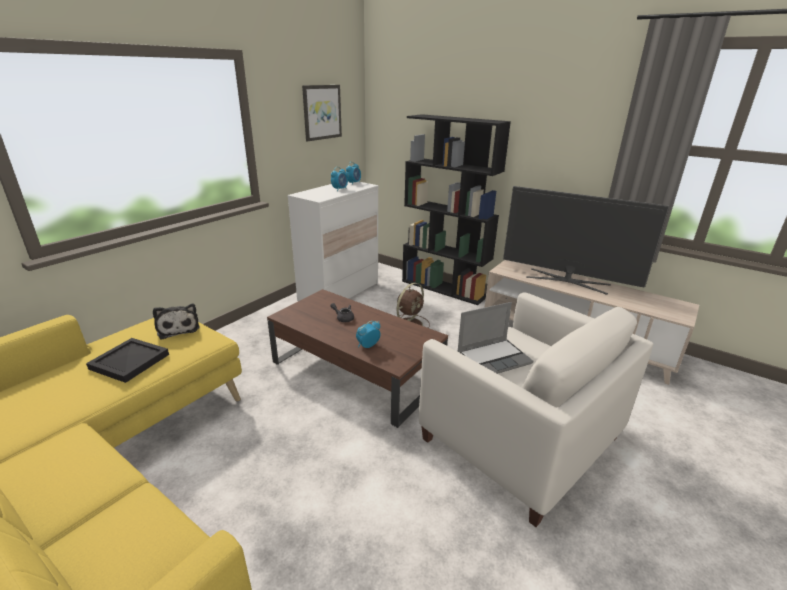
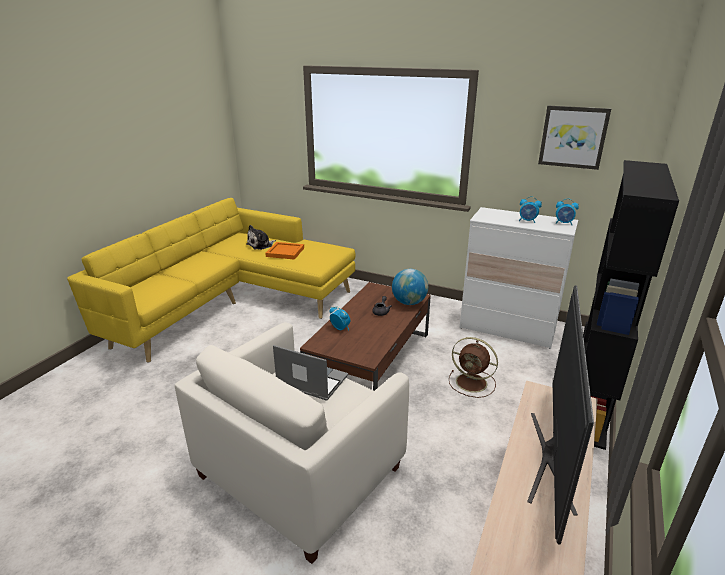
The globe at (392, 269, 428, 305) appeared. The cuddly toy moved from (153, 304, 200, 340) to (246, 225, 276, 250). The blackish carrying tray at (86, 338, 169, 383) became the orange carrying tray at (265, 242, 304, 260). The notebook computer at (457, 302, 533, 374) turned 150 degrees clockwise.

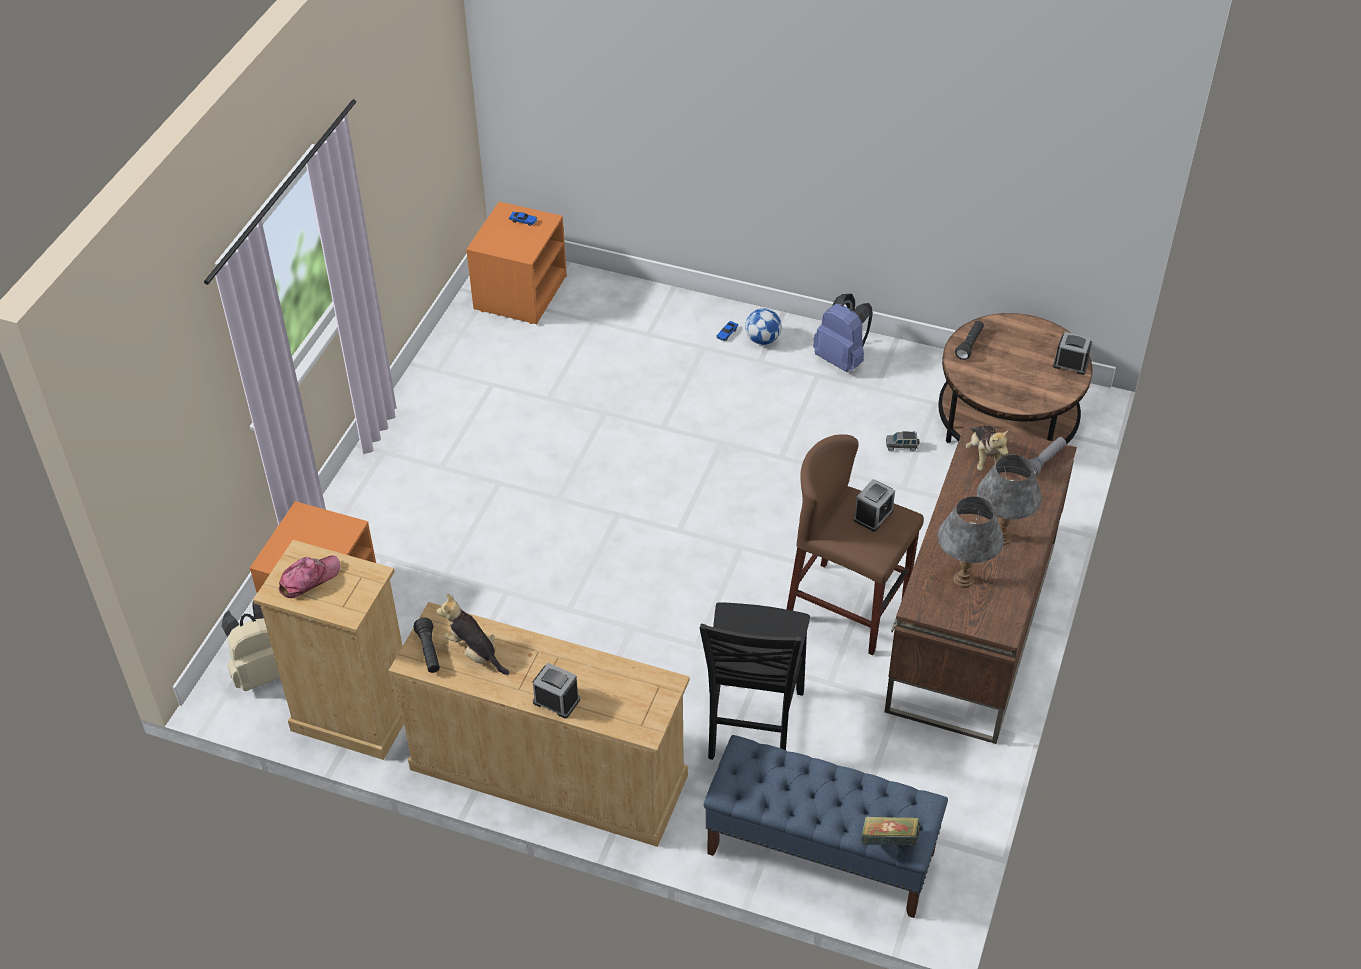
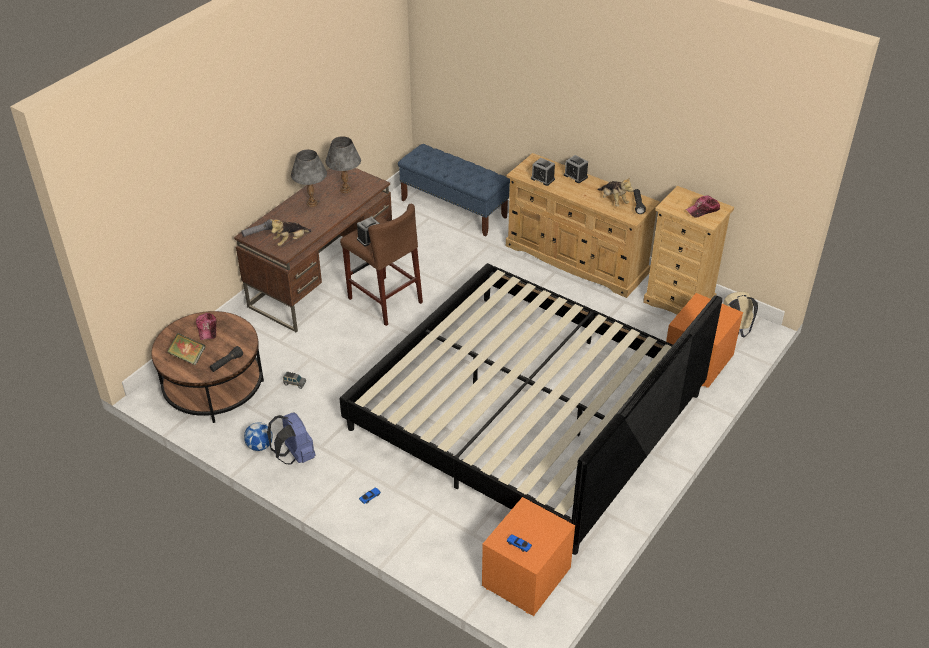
The blackish upright chair at (700, 602, 810, 760) disappeared. The peaked cap at (196, 313, 216, 340) appeared. The bedroom bed at (340, 263, 722, 555) appeared. The ball for football moved from (745, 308, 782, 345) to (244, 422, 273, 451). The volume moved from (861, 817, 920, 846) to (167, 333, 206, 366). The alarm clock moved from (1053, 332, 1092, 375) to (531, 158, 555, 186). The cuddly toy at (966, 425, 1008, 471) turned 135 degrees counterclockwise.

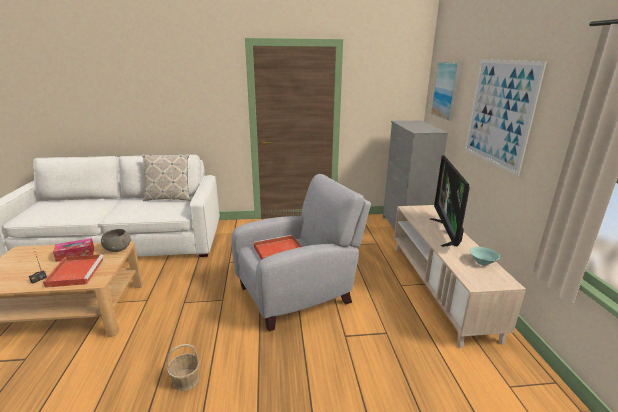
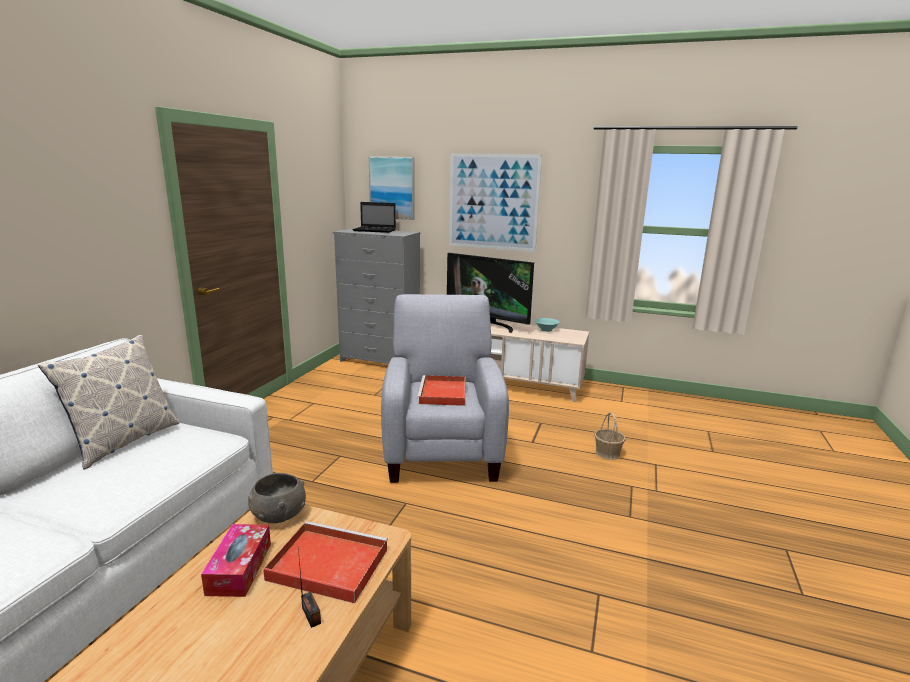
The notebook computer at (352, 202, 396, 233) appeared. The basket moved from (166, 344, 200, 391) to (594, 412, 626, 460).

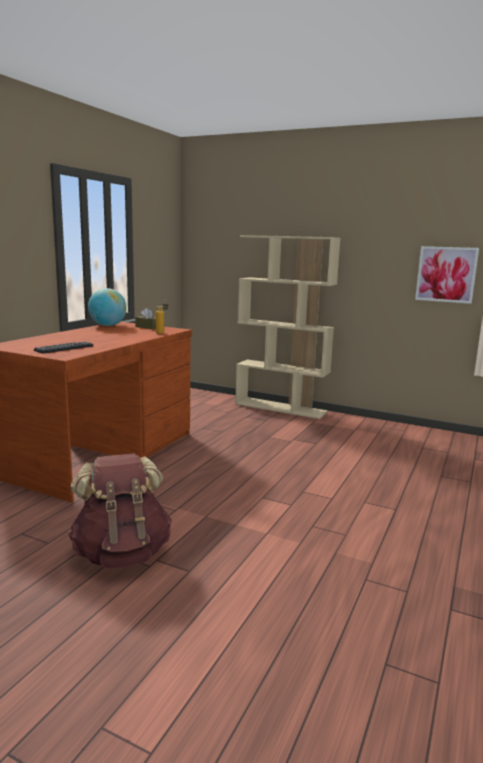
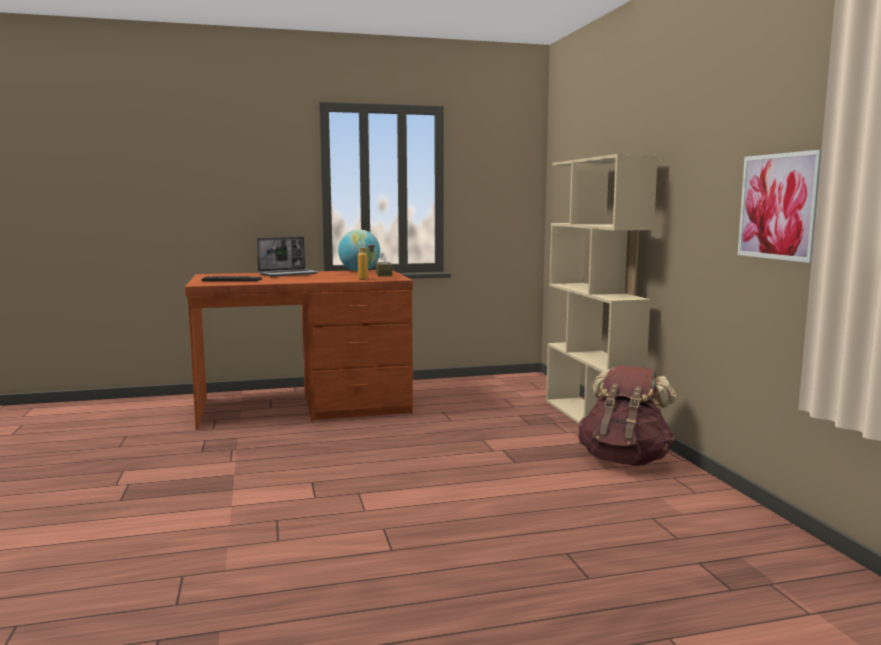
The notebook computer at (257, 237, 319, 277) appeared. The brown-coloured backpack moved from (68, 453, 172, 569) to (578, 365, 677, 466).

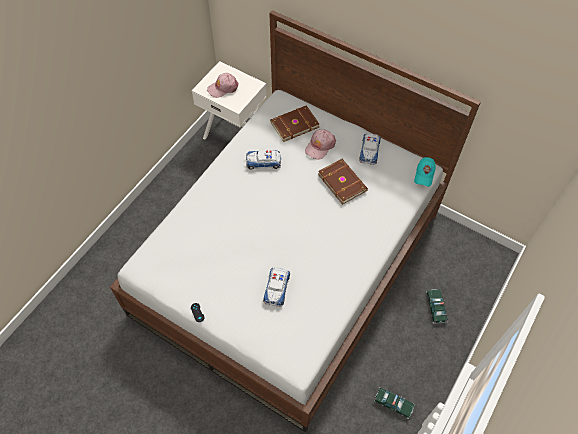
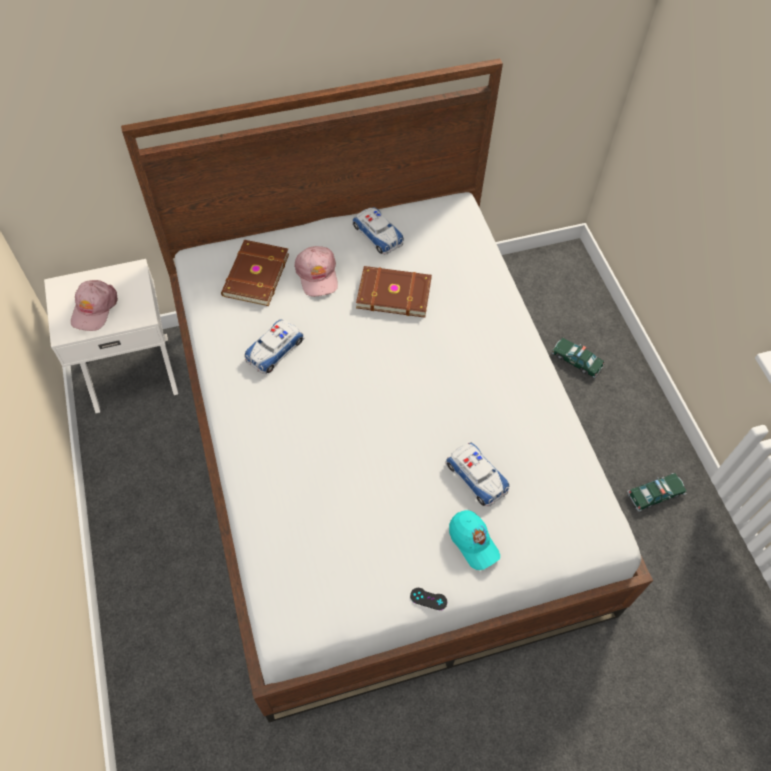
The blue-green peaked cap moved from (414, 157, 436, 187) to (449, 510, 500, 570).

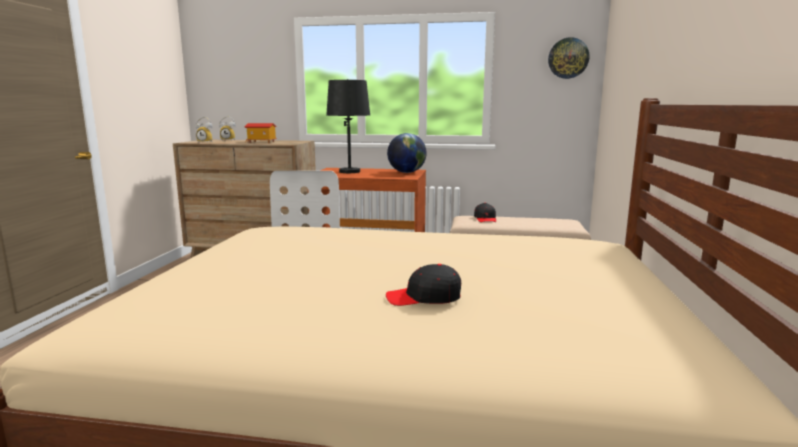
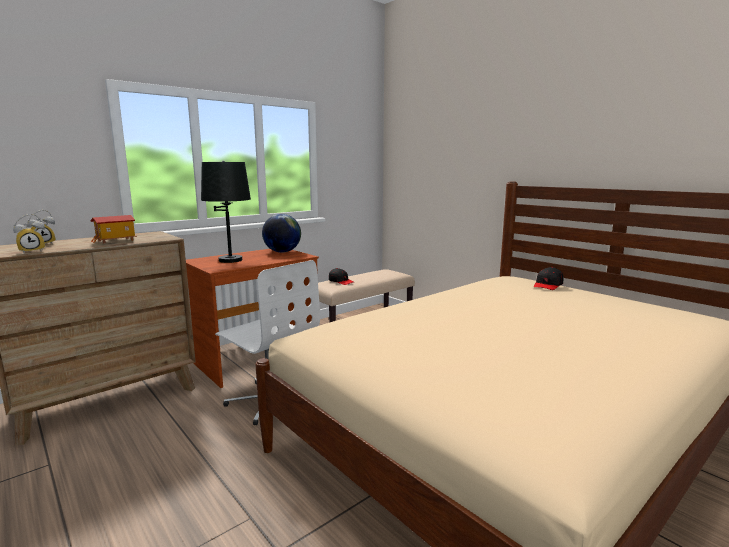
The wall clock at (548, 37, 589, 79) disappeared. The blackish peaked cap moved from (386, 264, 461, 306) to (534, 267, 564, 290).

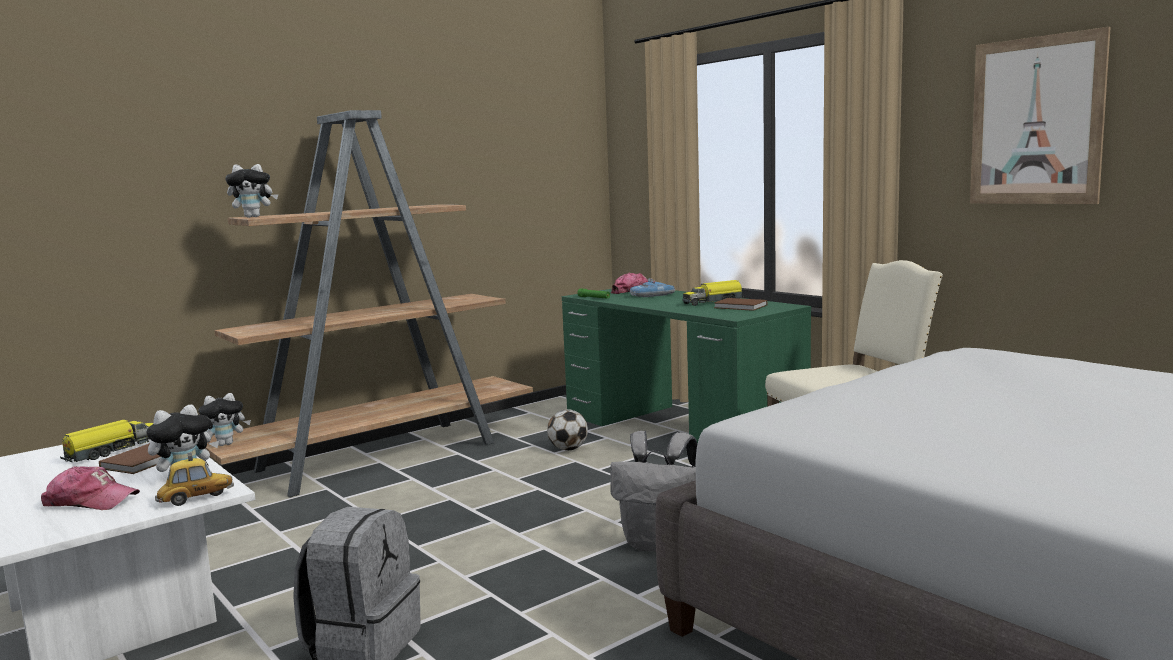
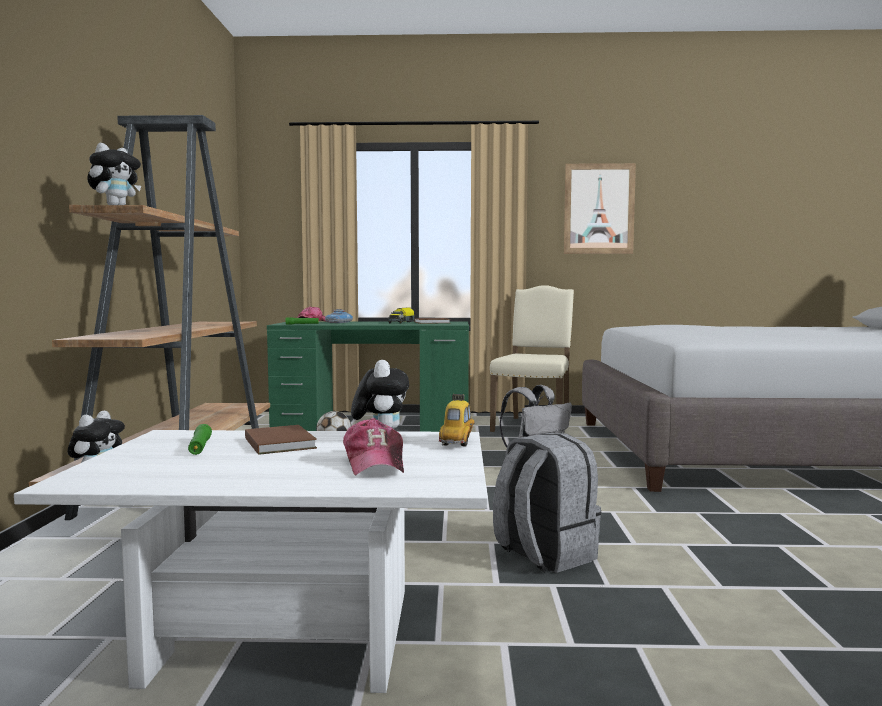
The model truck at (60, 420, 153, 462) was replaced by the greenish torch at (188, 424, 212, 455). The peaked cap at (41, 466, 140, 510) turned 120 degrees clockwise.

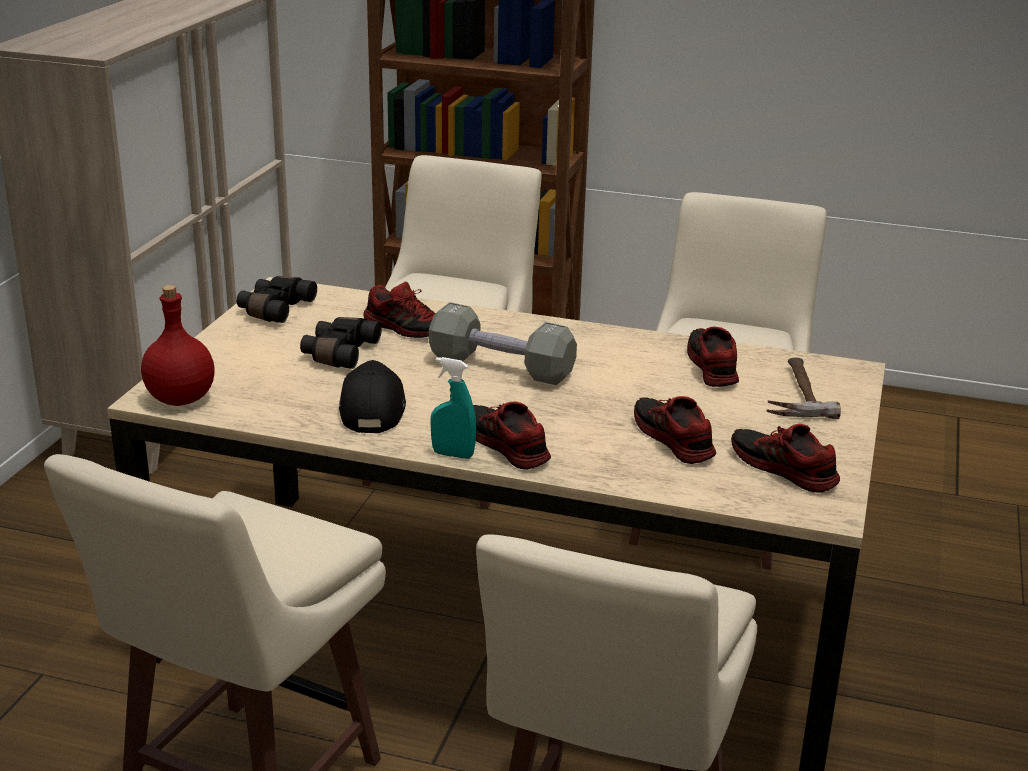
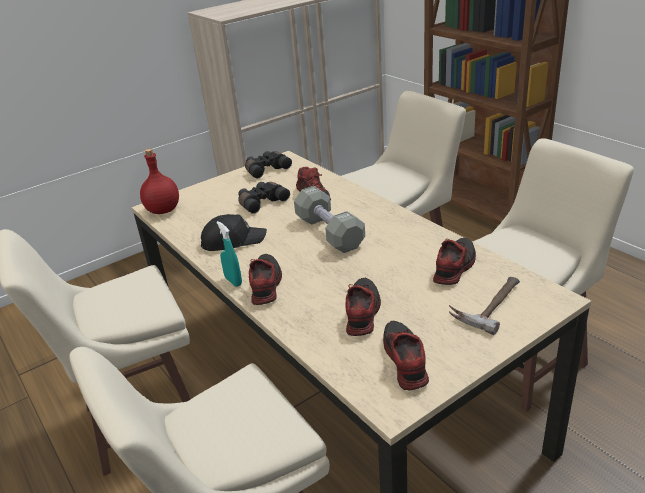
The blackish peaked cap at (339, 360, 406, 433) turned 45 degrees clockwise.

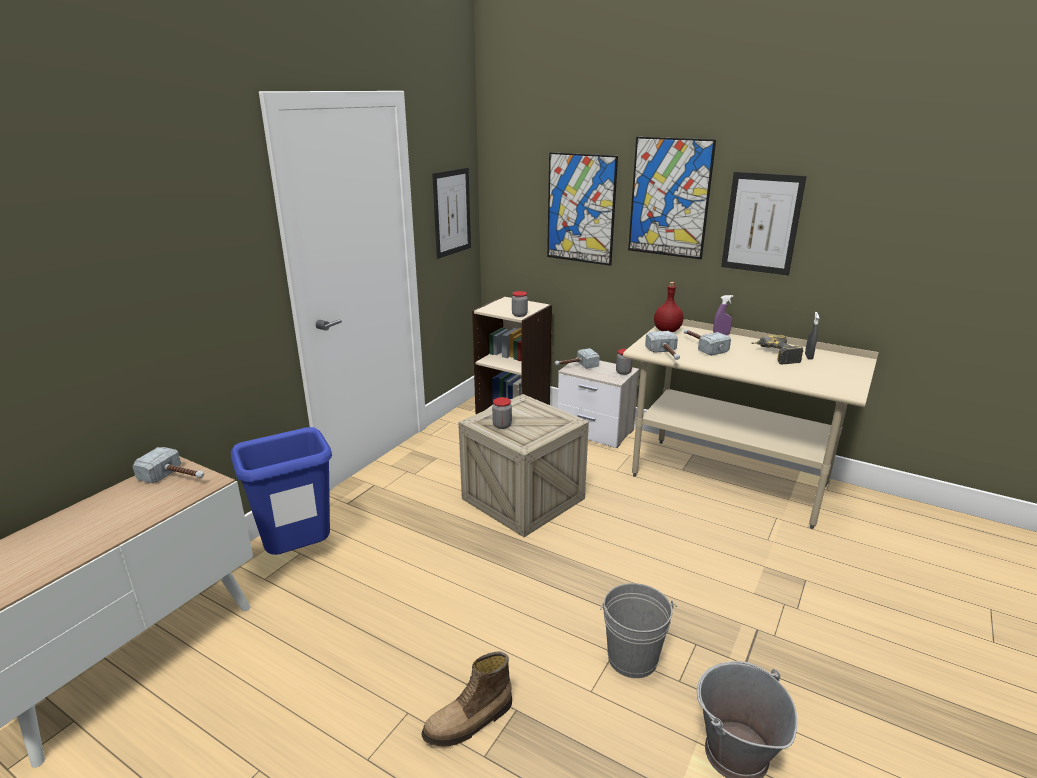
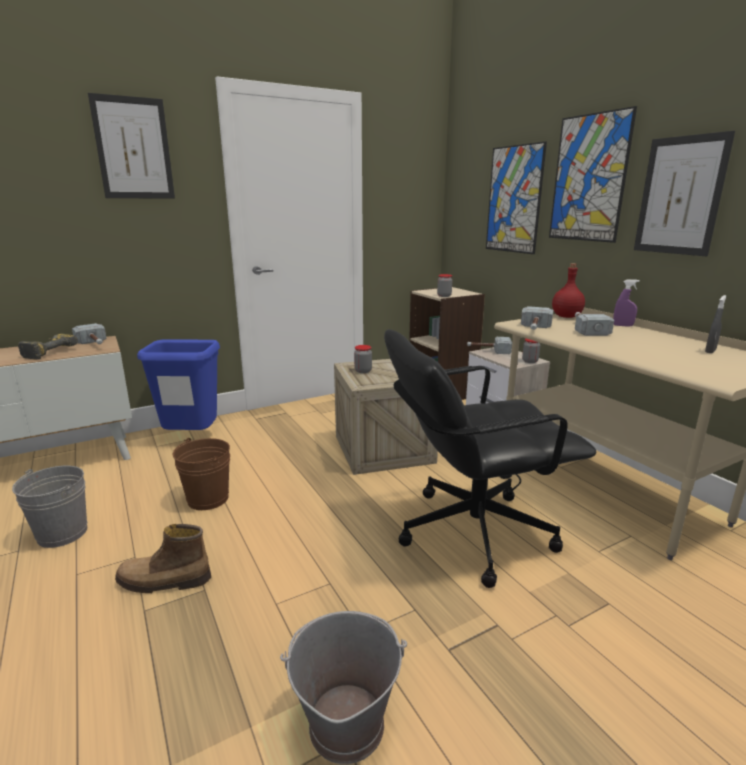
The brown-coloured bucket at (173, 438, 230, 510) appeared. The blackish office chair at (384, 329, 596, 588) appeared. The wall art moved from (432, 168, 471, 259) to (88, 93, 175, 198). The greyish bucket moved from (600, 583, 677, 678) to (12, 466, 87, 548). The electric drill moved from (751, 335, 804, 364) to (18, 334, 78, 359).

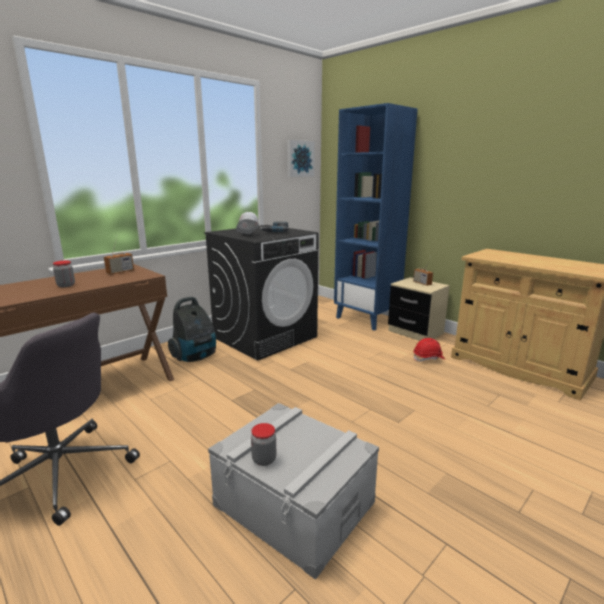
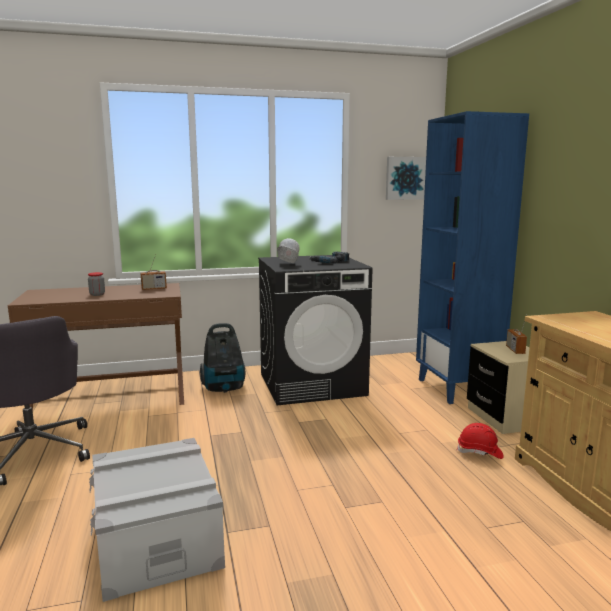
The storage jar at (251, 423, 276, 466) disappeared.

